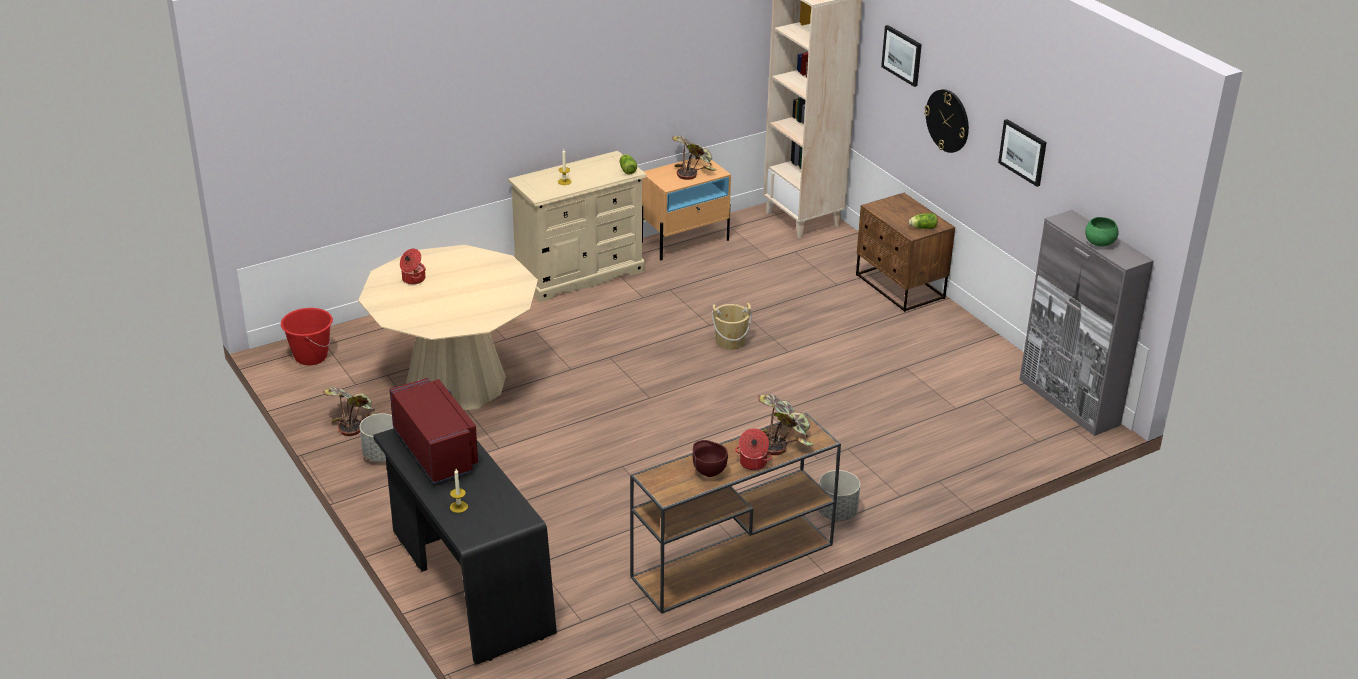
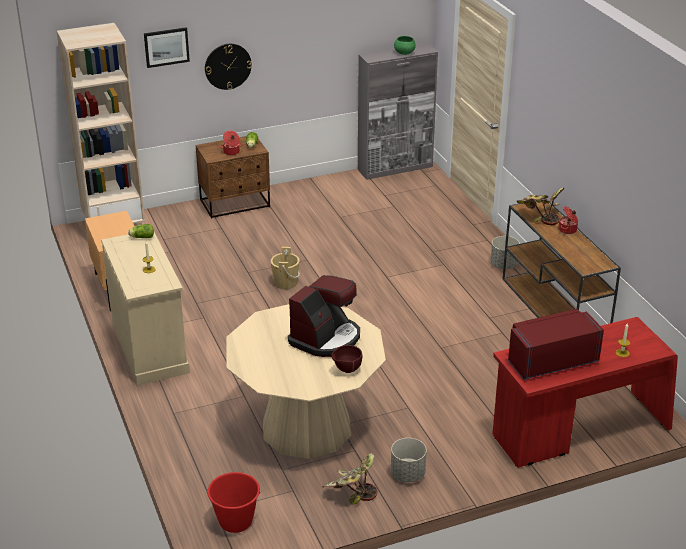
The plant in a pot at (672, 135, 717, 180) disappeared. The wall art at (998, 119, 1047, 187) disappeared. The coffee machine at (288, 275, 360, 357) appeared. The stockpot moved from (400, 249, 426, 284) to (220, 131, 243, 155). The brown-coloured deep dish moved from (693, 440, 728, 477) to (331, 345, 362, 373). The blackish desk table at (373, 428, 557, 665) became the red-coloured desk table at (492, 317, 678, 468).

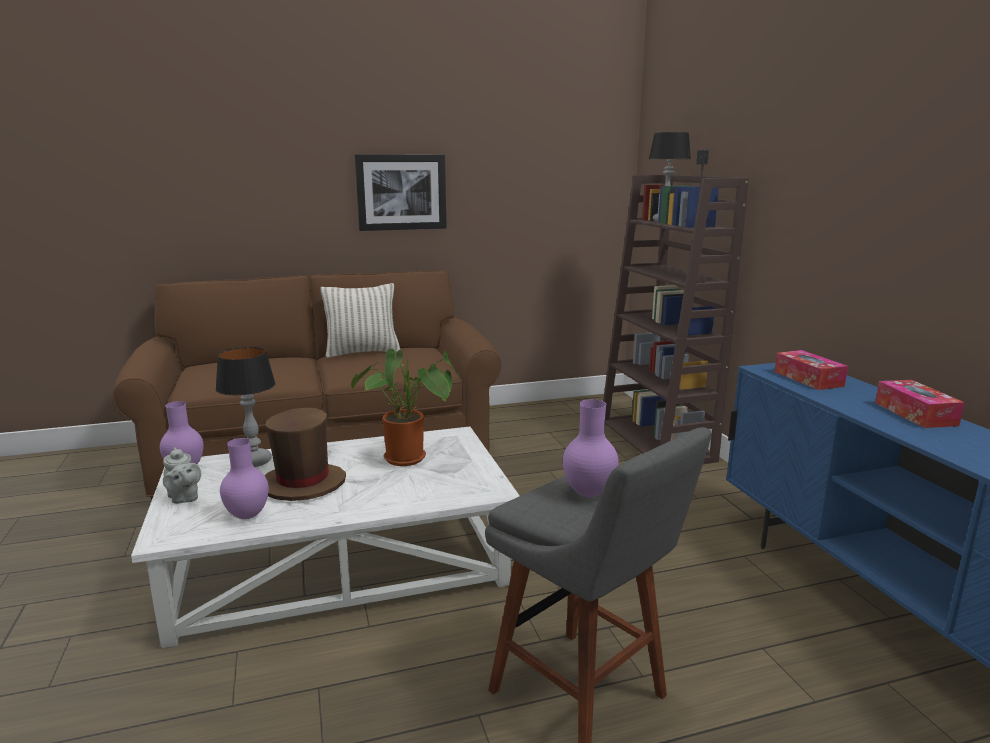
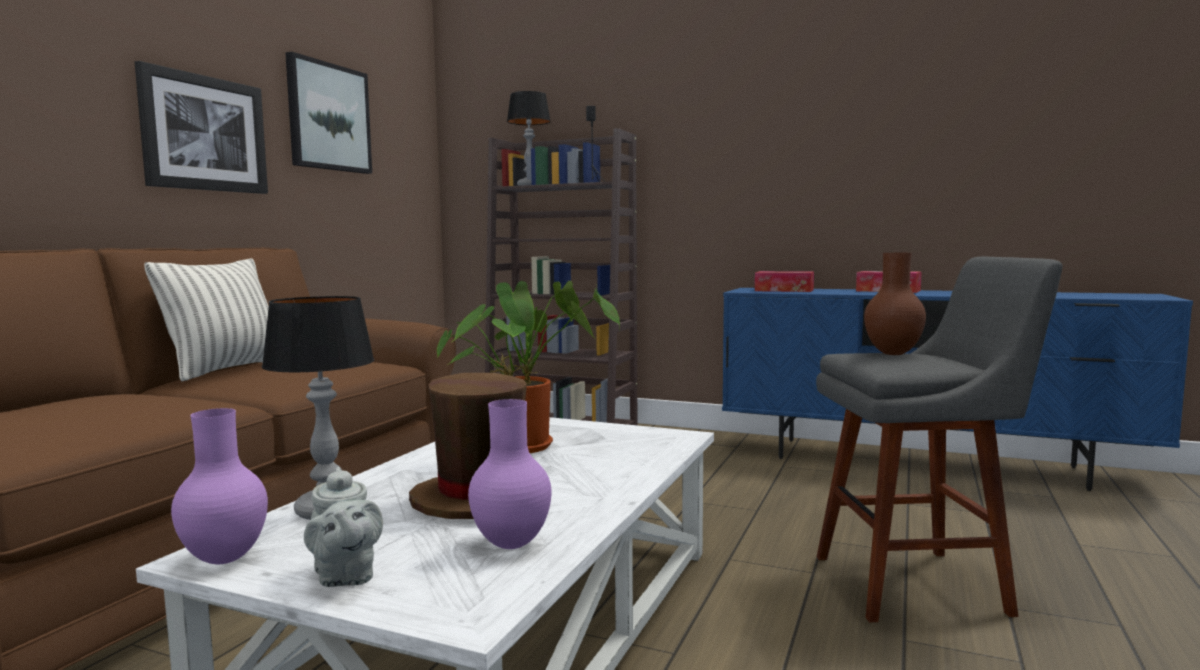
The wall art at (285, 52, 372, 174) appeared. The purple-coloured flower vase at (563, 399, 619, 498) became the brown-coloured flower vase at (864, 253, 926, 355). The greyish teapot at (163, 447, 201, 504) turned 60 degrees clockwise.

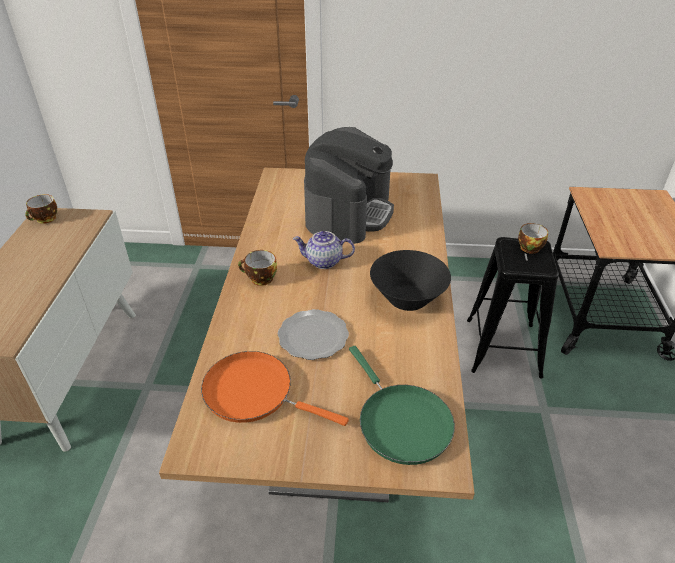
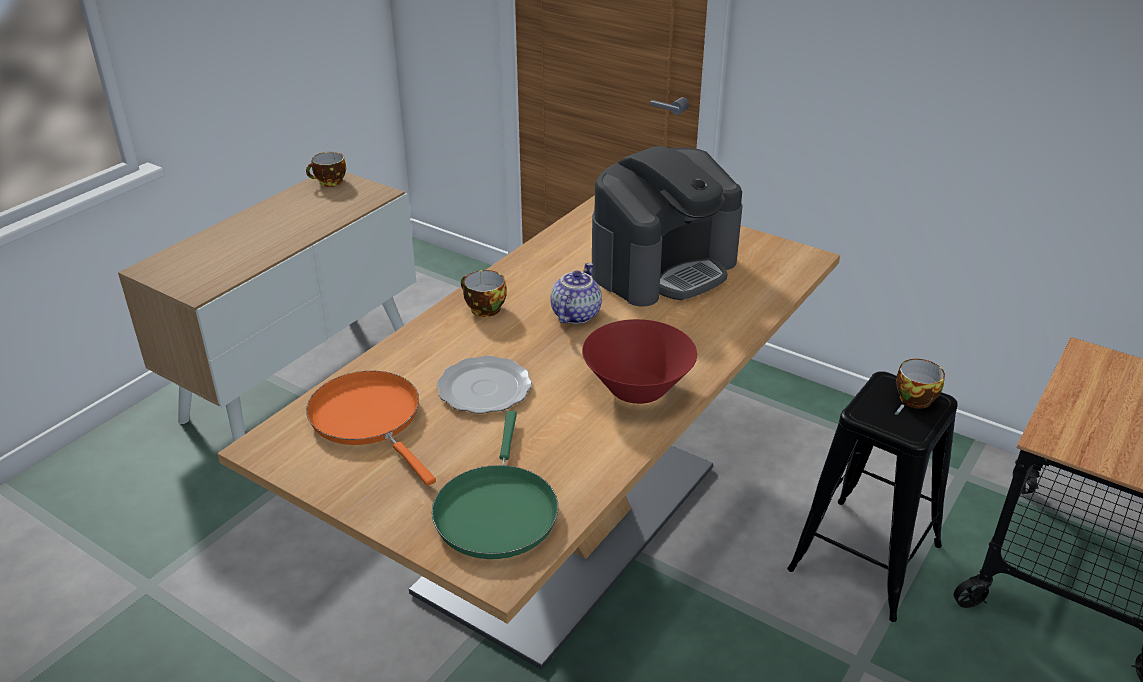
The blackish deep dish at (370, 250, 451, 311) became the red-coloured deep dish at (582, 319, 697, 404). The teapot at (293, 231, 355, 269) turned 75 degrees clockwise.

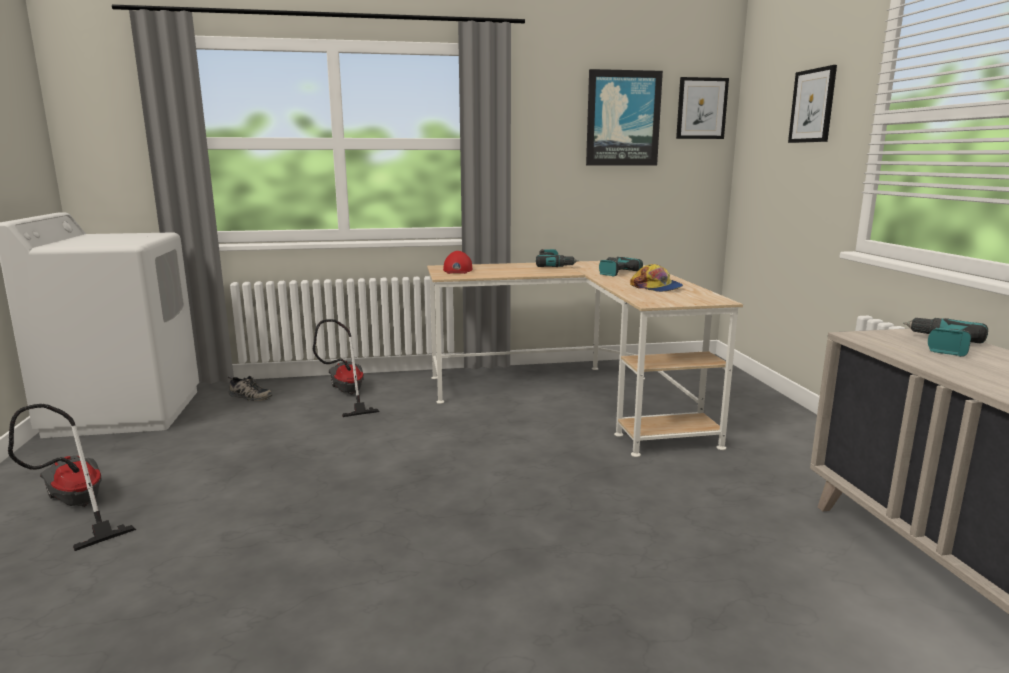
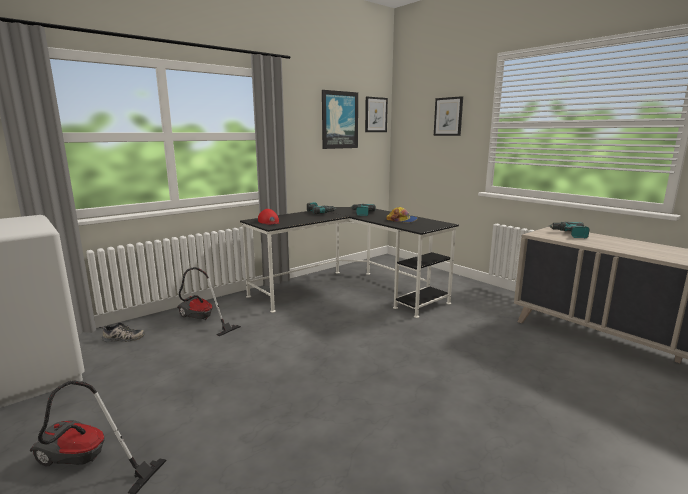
The beige desk table at (427, 261, 743, 457) became the blackish desk table at (240, 207, 459, 318).

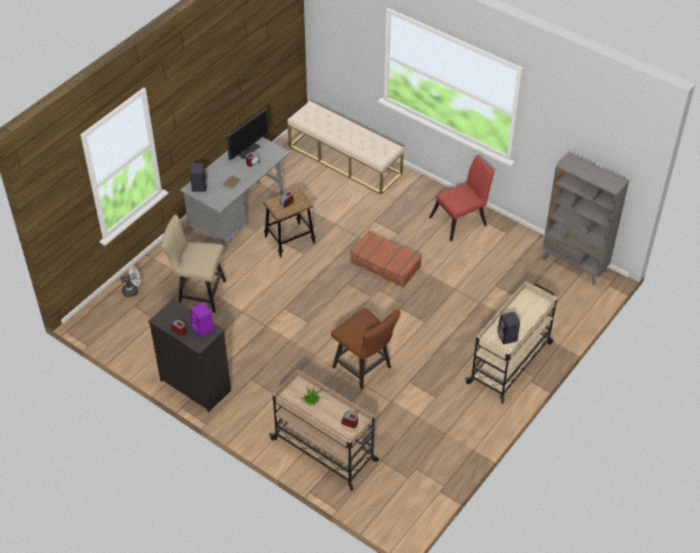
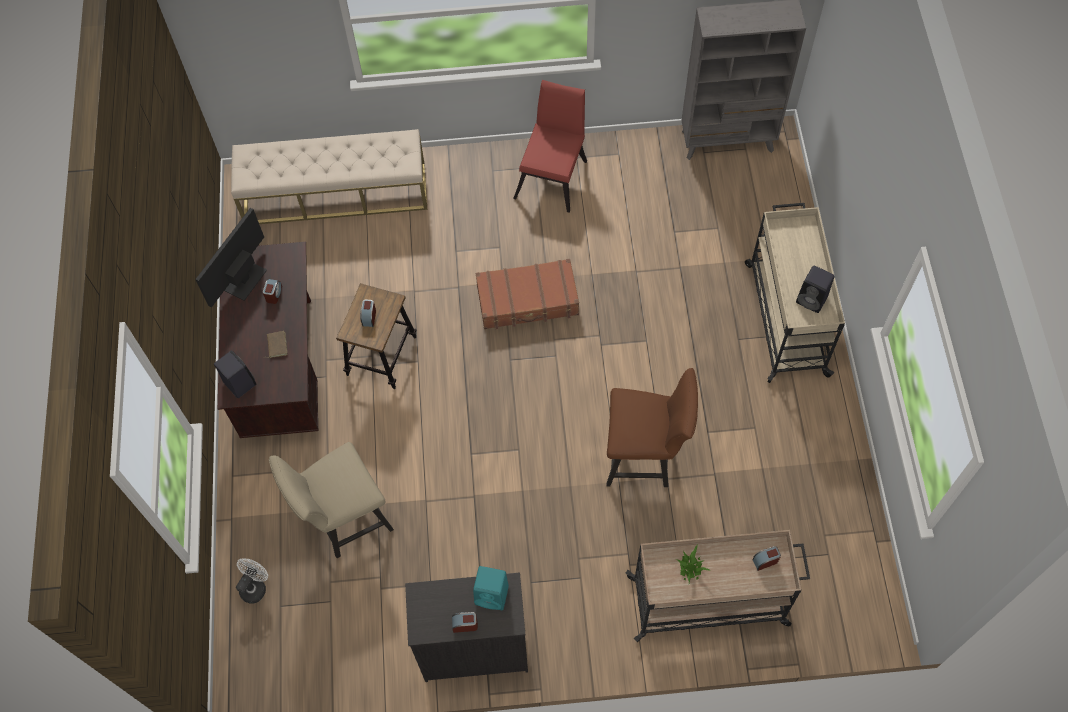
The greyish desk table at (180, 137, 291, 245) became the brown-coloured desk table at (218, 242, 318, 438). The purple-coloured audio speaker at (190, 302, 214, 337) became the blue-green audio speaker at (473, 566, 509, 610). The computer display at (227, 108, 269, 161) turned 150 degrees counterclockwise.

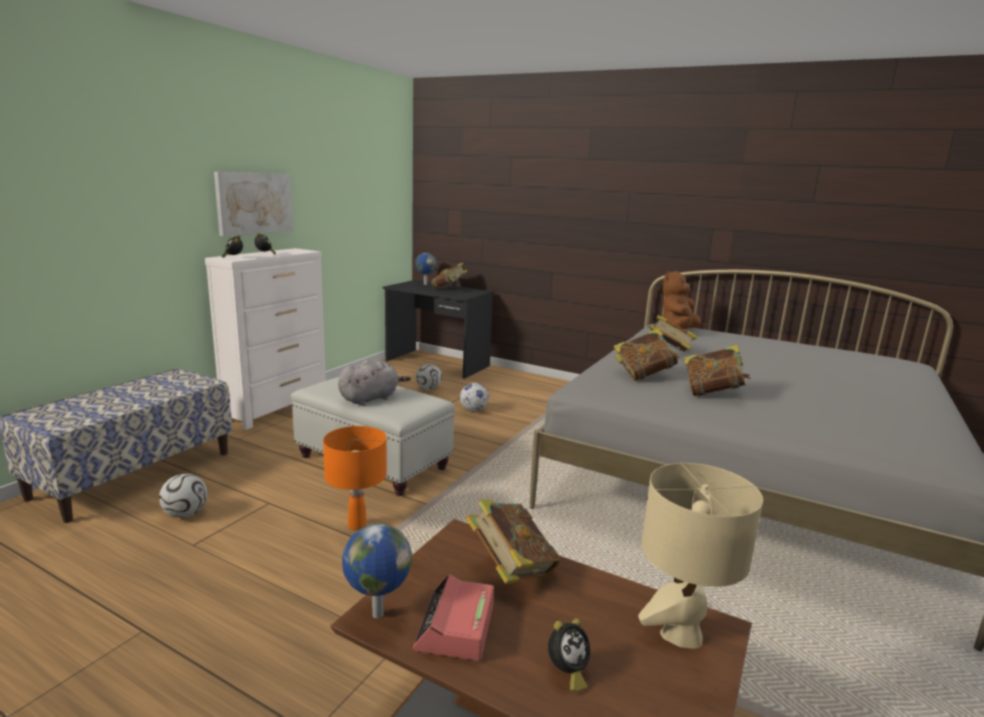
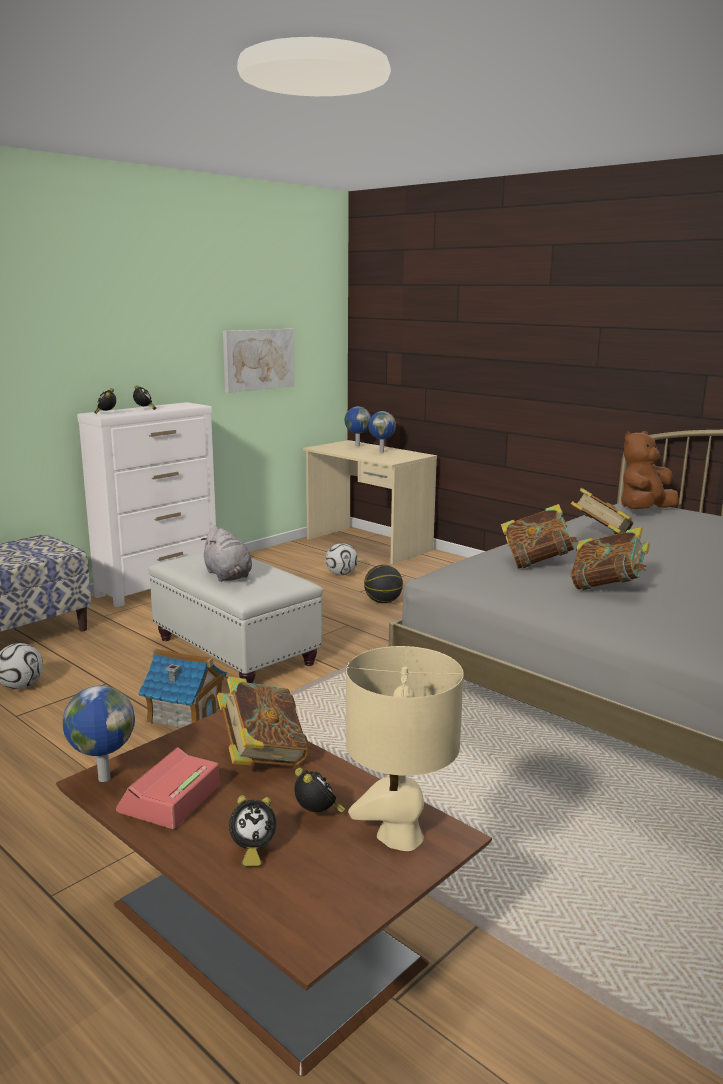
The alarm clock at (294, 768, 346, 814) appeared. The wall art moved from (214, 172, 293, 236) to (223, 329, 295, 393). The orange table lamp at (323, 426, 387, 530) was replaced by the miniature house at (138, 649, 227, 728). The volume at (431, 262, 467, 289) was replaced by the globe at (368, 411, 396, 453). The ball for football at (460, 383, 489, 411) was replaced by the ball for basketball at (364, 565, 403, 603). The blackish desk table at (383, 280, 493, 379) became the beige desk table at (303, 440, 437, 564). The greyish cuddly toy at (338, 360, 411, 406) turned 90 degrees clockwise.

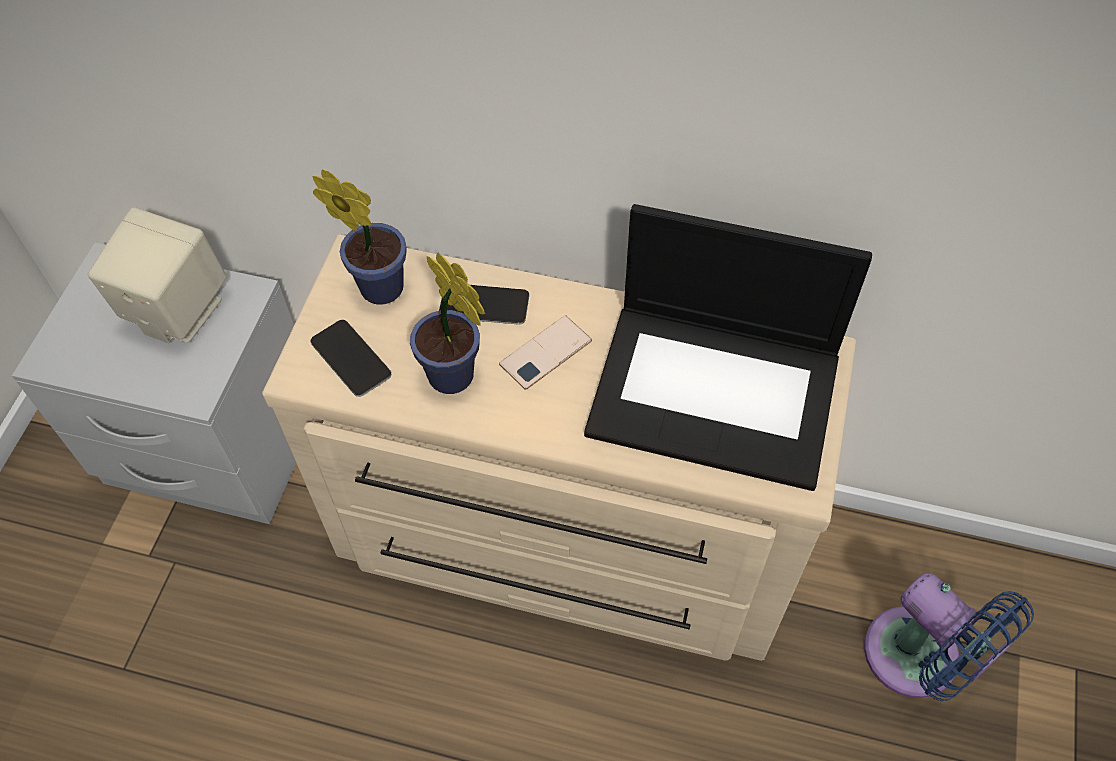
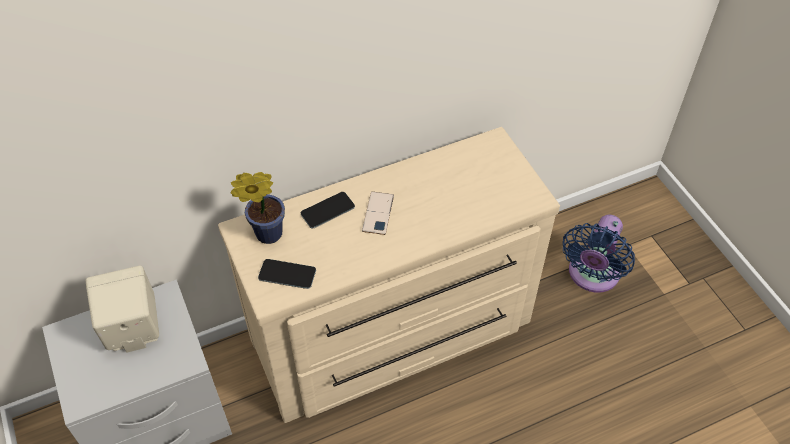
The plant in a pot at (410, 253, 485, 394) disappeared. The notebook computer at (584, 204, 872, 491) disappeared. The blue electric fan at (864, 573, 1034, 701) turned 105 degrees clockwise.

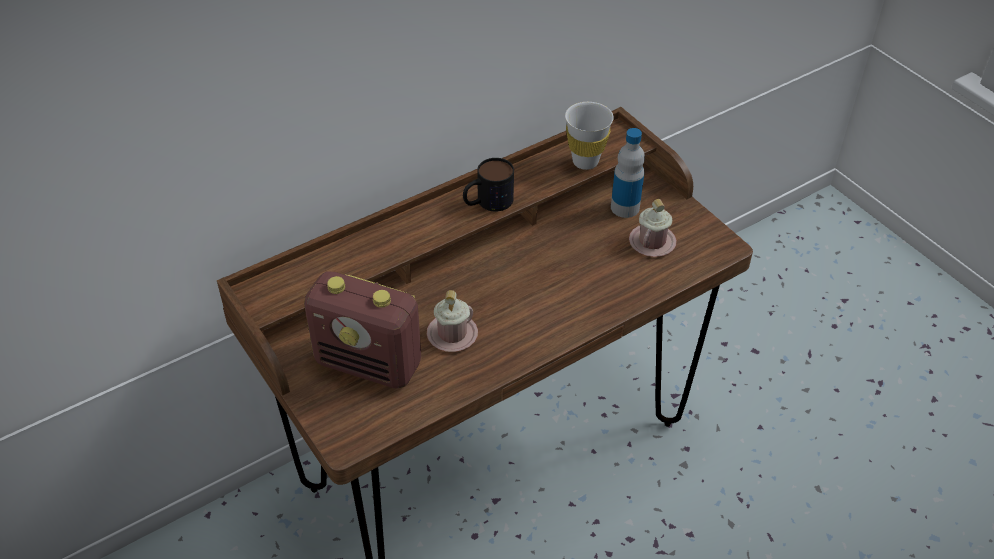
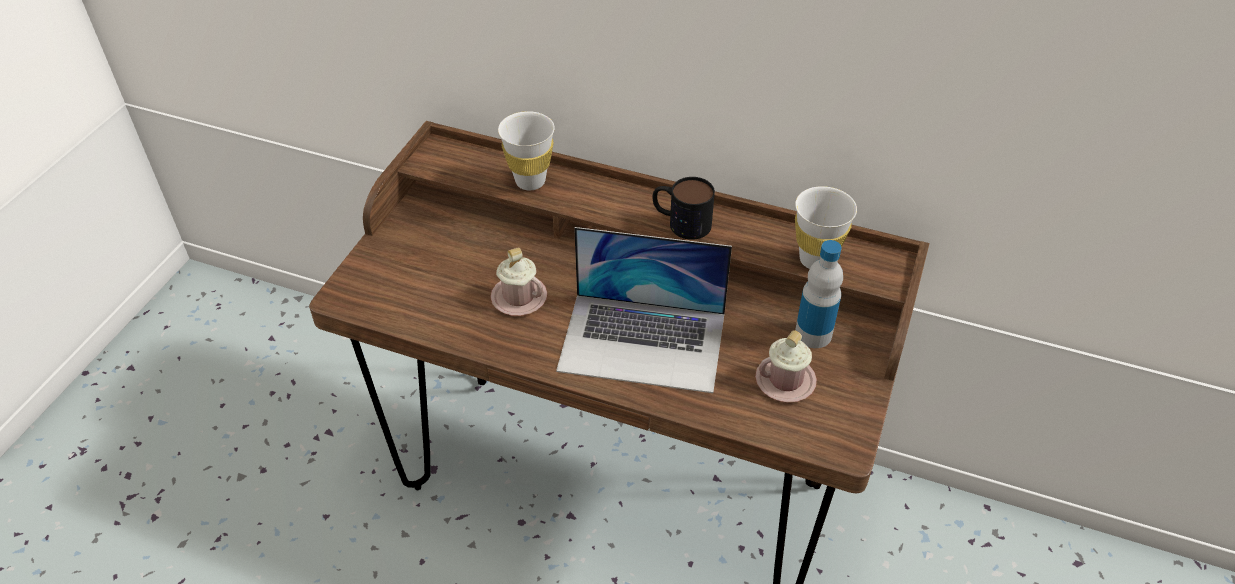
The radio receiver at (304, 271, 421, 389) disappeared. The white drinking cup at (498, 111, 555, 190) appeared. The notebook computer at (556, 227, 732, 393) appeared.

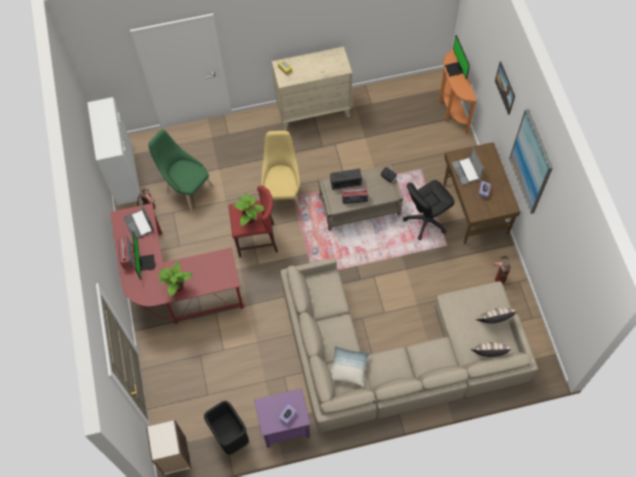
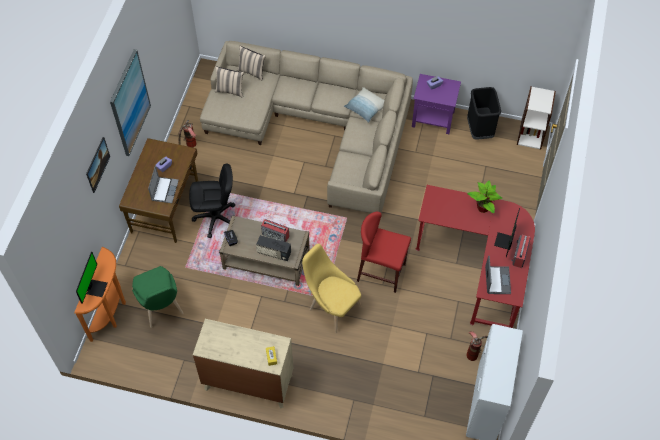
The plant in a pot at (233, 193, 264, 226) disappeared. The greenish upright chair moved from (148, 130, 214, 212) to (132, 266, 184, 328). The yellow upright chair at (261, 131, 301, 211) turned 105 degrees clockwise.

